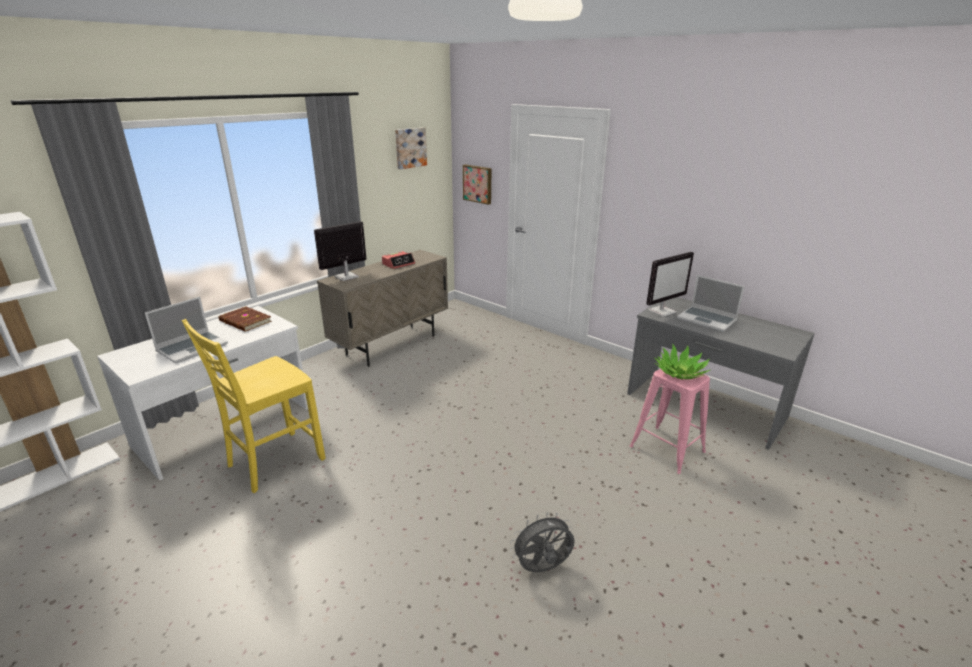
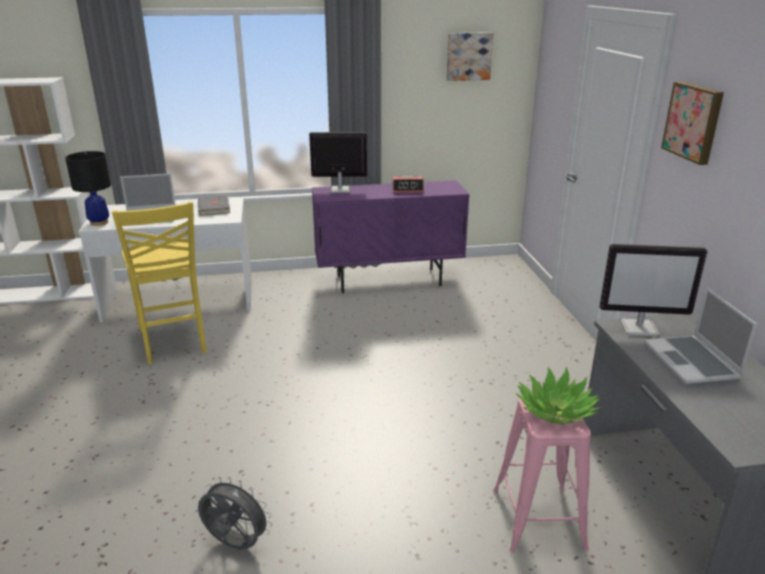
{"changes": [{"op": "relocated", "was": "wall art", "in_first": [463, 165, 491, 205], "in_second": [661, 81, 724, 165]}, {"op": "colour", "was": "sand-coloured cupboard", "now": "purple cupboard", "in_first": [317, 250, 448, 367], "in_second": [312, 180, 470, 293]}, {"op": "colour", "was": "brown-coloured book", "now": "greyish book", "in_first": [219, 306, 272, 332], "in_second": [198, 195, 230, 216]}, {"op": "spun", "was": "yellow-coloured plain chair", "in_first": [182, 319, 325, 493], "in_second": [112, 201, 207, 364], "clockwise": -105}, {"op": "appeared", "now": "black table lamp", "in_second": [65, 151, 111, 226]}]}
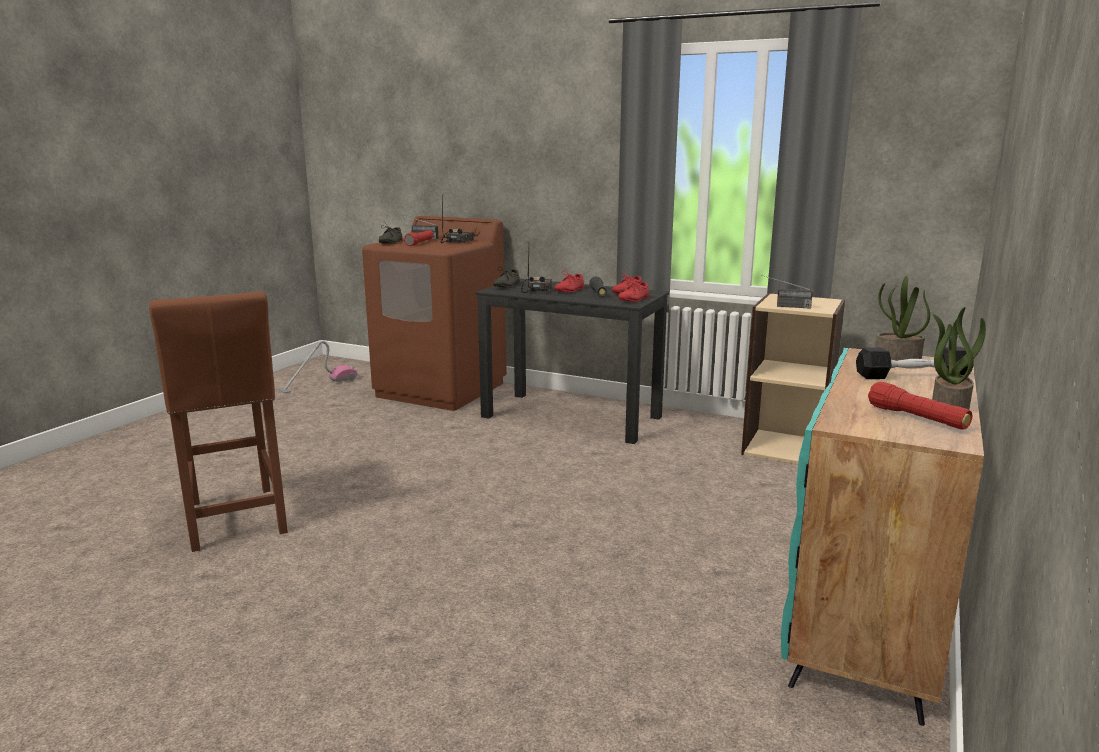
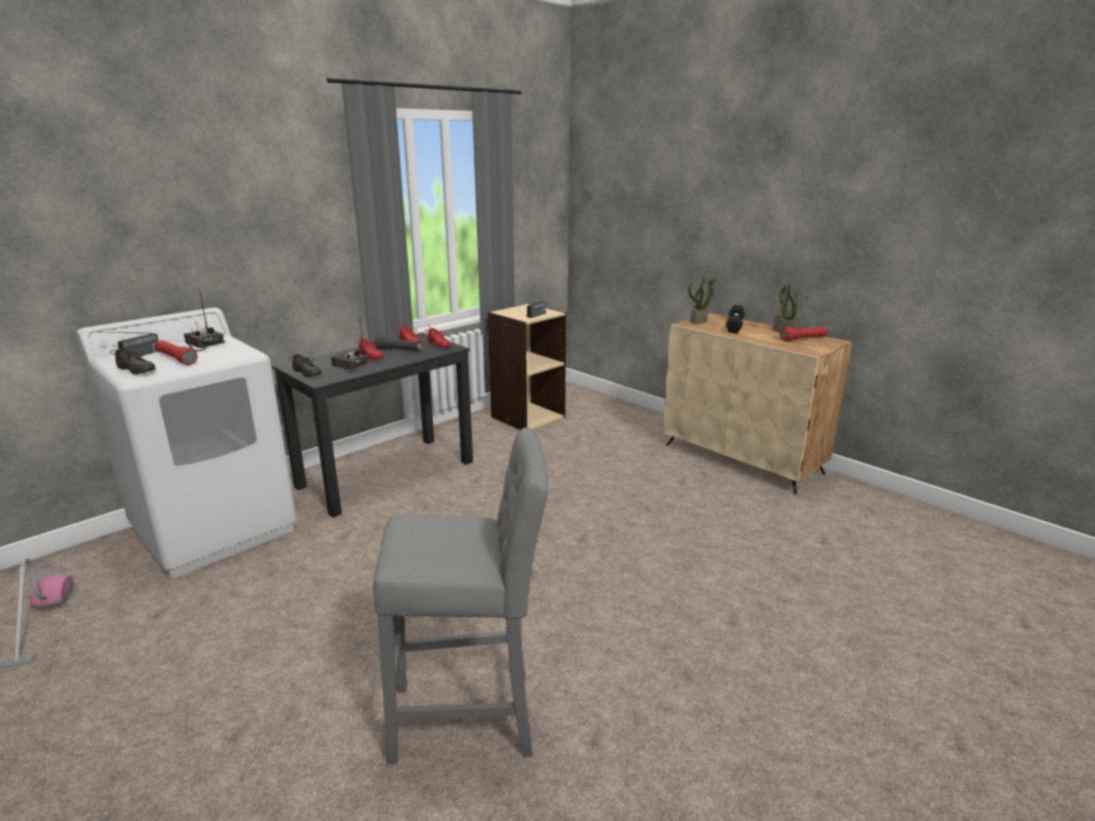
{"changes": [{"op": "colour", "was": "brown-coloured laundry appliance", "now": "whitish laundry appliance", "in_first": [362, 216, 507, 411], "in_second": [76, 308, 296, 578]}, {"op": "colour", "was": "brown-coloured stool", "now": "greyish stool", "in_first": [149, 291, 288, 552], "in_second": [373, 427, 548, 764]}, {"op": "colour", "was": "turquoise-coloured cupboard", "now": "sand-coloured cupboard", "in_first": [781, 348, 984, 726], "in_second": [663, 313, 852, 495]}]}
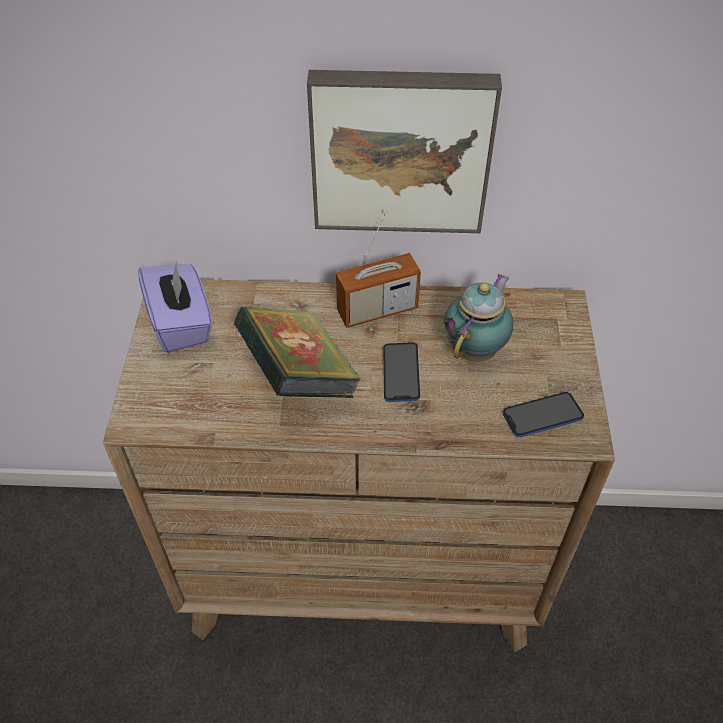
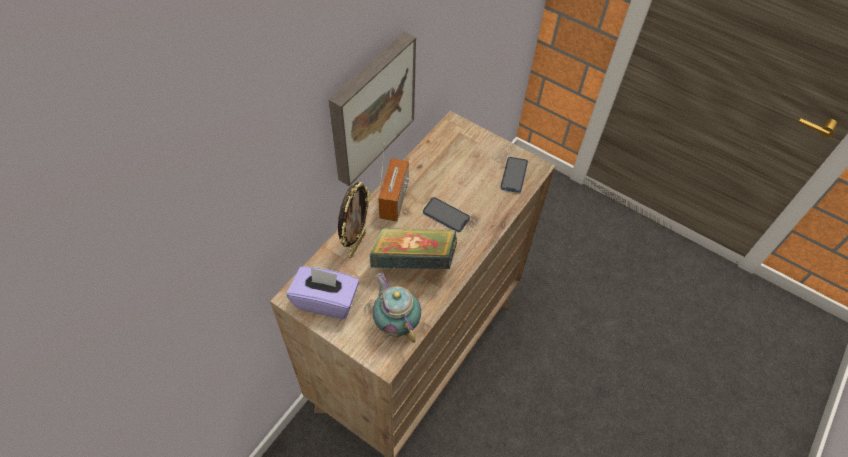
{"changes": [{"op": "relocated", "was": "pot for tea", "in_first": [444, 274, 513, 362], "in_second": [372, 273, 421, 343]}, {"op": "appeared", "now": "picture frame", "in_second": [338, 182, 370, 258]}]}
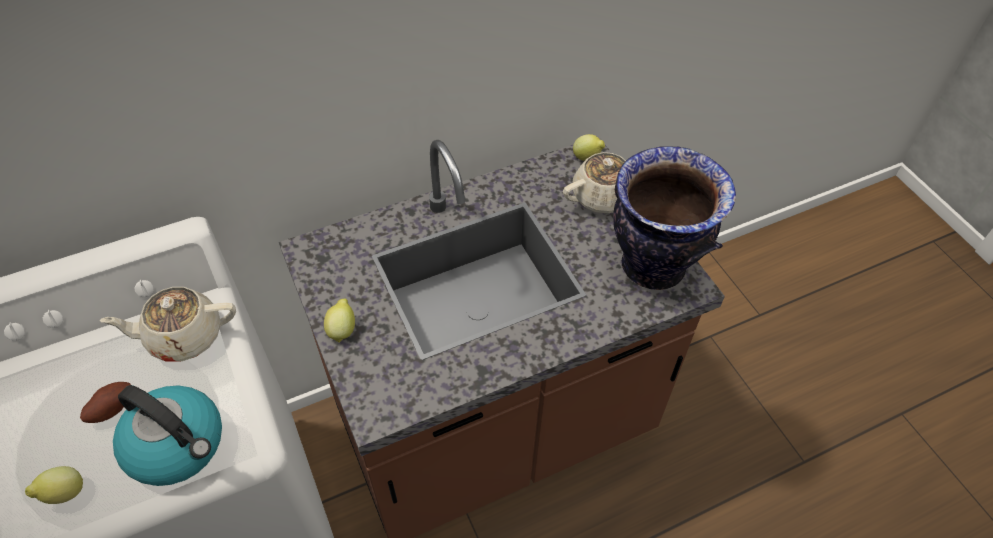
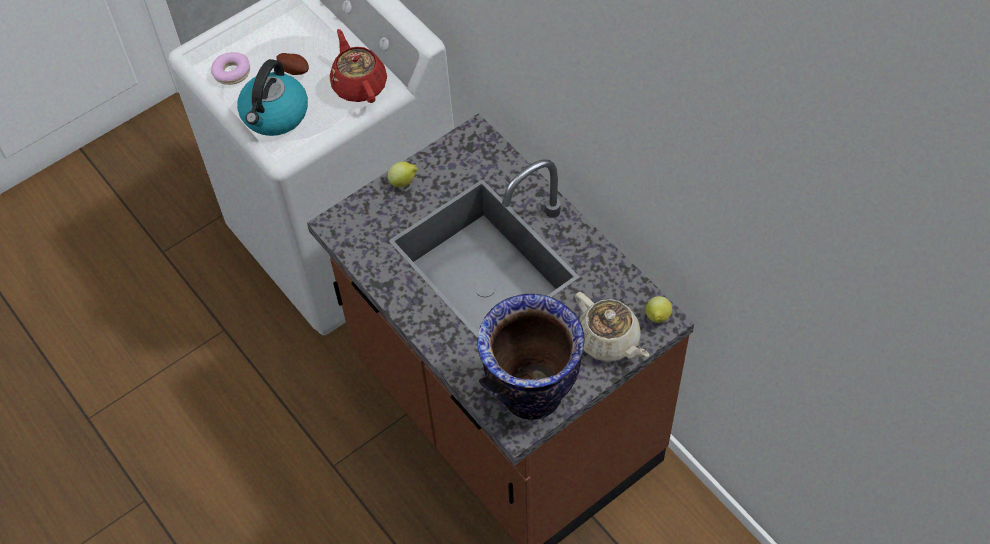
{"changes": [{"op": "colour", "was": "sand-coloured pot for tea", "now": "red-coloured pot for tea", "in_first": [100, 287, 236, 362], "in_second": [330, 29, 387, 103]}, {"op": "exchanged", "was": "whole lemon", "now": "ring doughnut", "in_first": [25, 466, 83, 504], "in_second": [211, 52, 250, 85]}]}
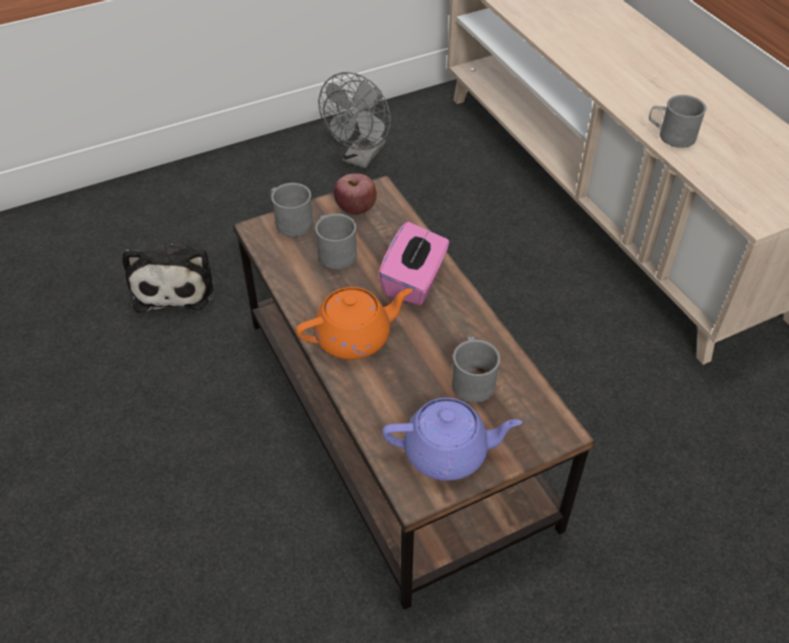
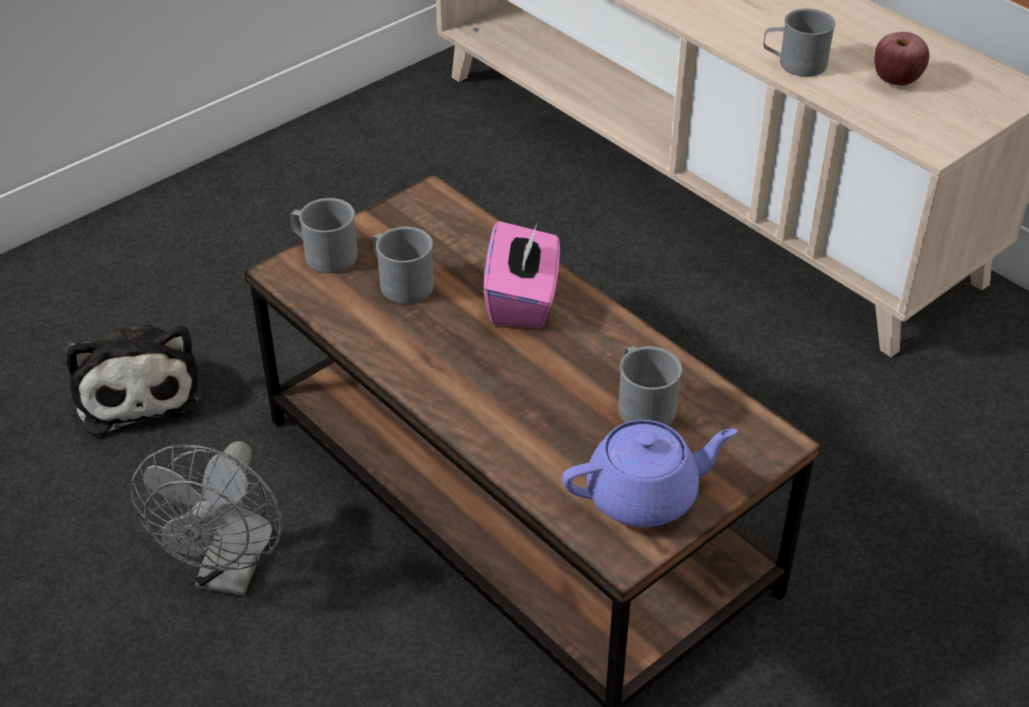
{"changes": [{"op": "relocated", "was": "greyish cooling fan", "in_first": [318, 72, 391, 168], "in_second": [131, 441, 282, 596]}, {"op": "relocated", "was": "apple", "in_first": [334, 174, 377, 214], "in_second": [874, 32, 929, 86]}, {"op": "missing", "was": "orangey pot for tea", "in_first": [296, 287, 413, 360]}]}
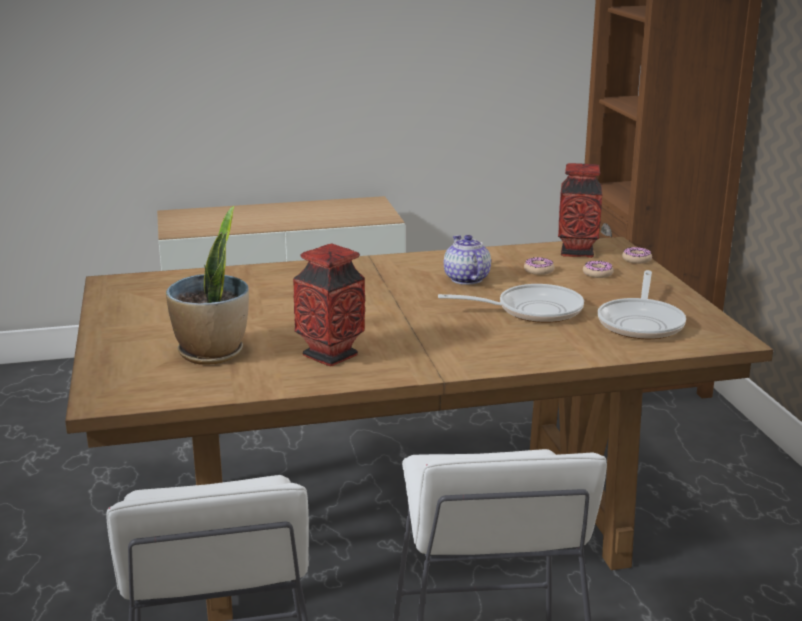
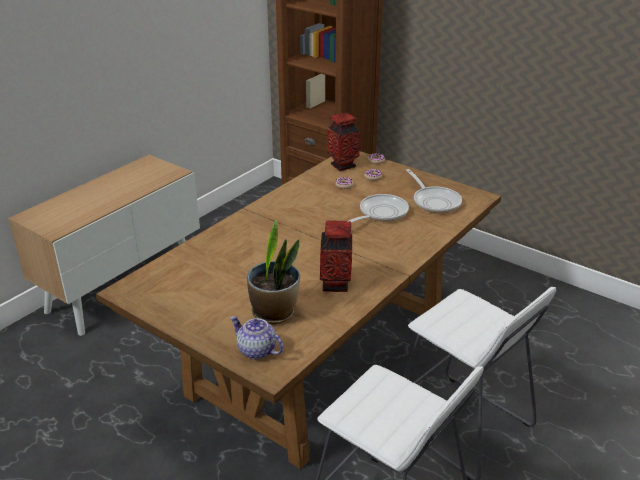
{"changes": [{"op": "relocated", "was": "pot for tea", "in_first": [444, 235, 491, 285], "in_second": [230, 316, 284, 359]}]}
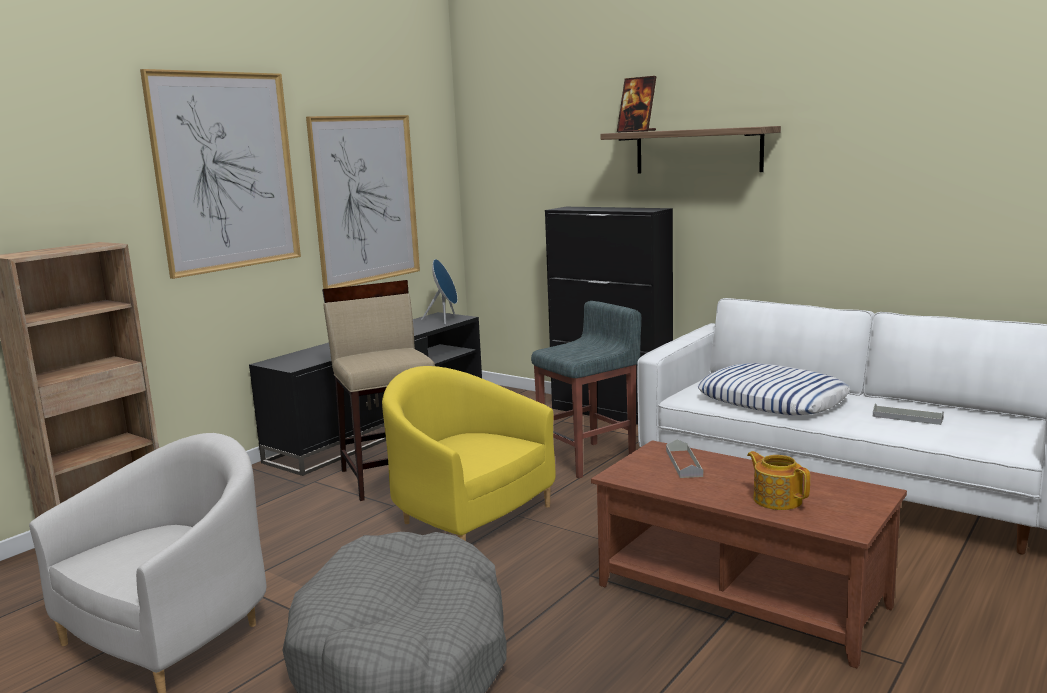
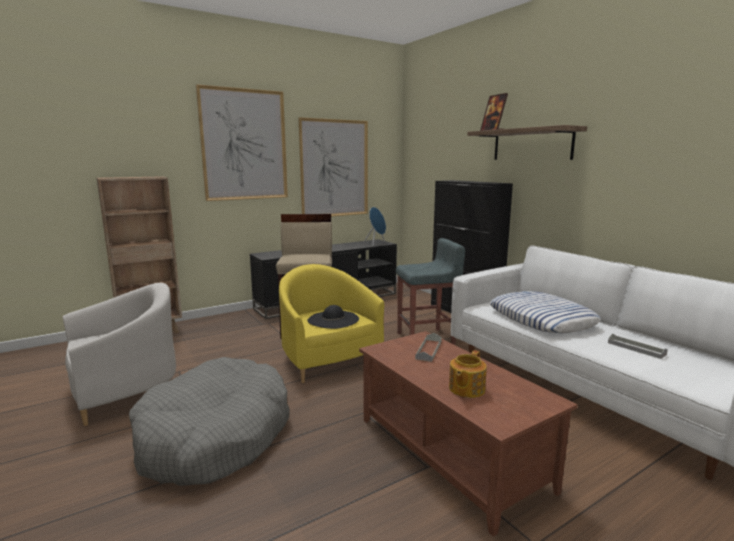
{"changes": [{"op": "spun", "was": "pot for tea", "in_first": [747, 451, 810, 510], "in_second": [449, 350, 487, 398], "clockwise": -135}, {"op": "appeared", "now": "black wearable hat", "in_second": [307, 305, 359, 329]}]}
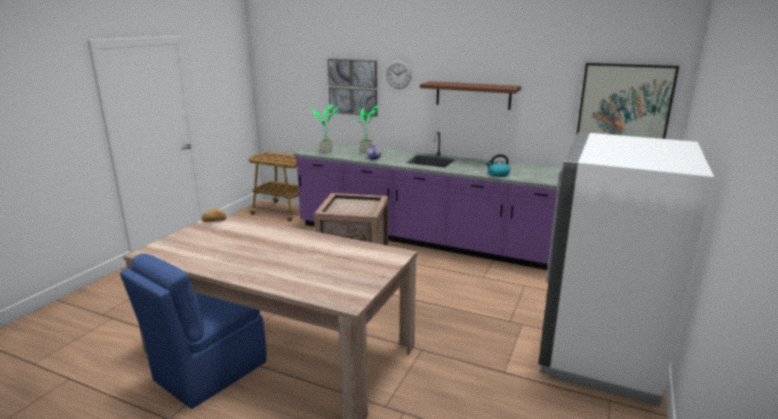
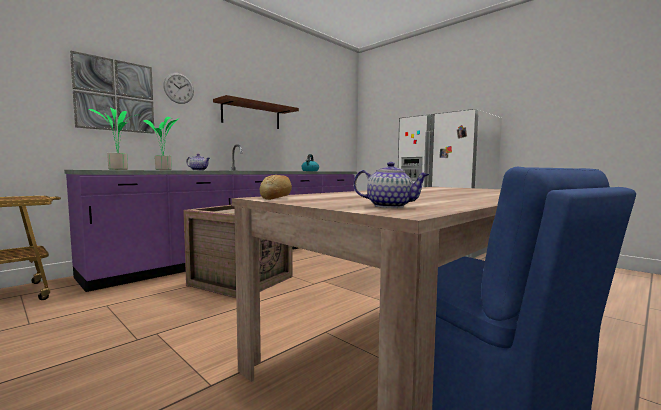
{"changes": [{"op": "missing", "was": "wall art", "in_first": [576, 63, 679, 139]}, {"op": "appeared", "now": "pot for tea", "in_second": [353, 162, 430, 208]}]}
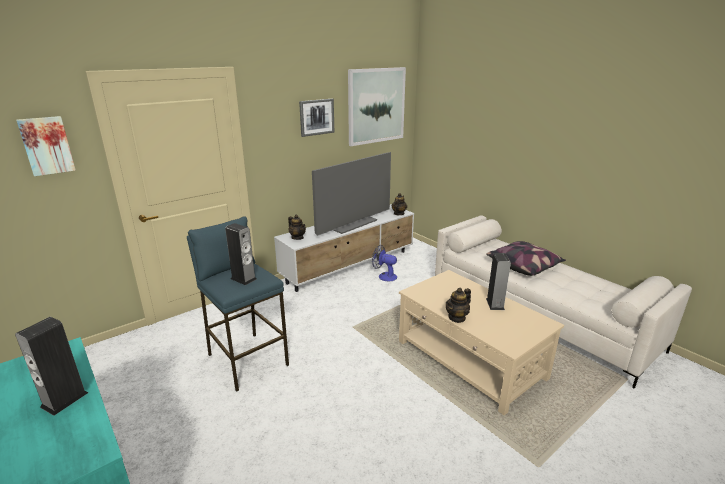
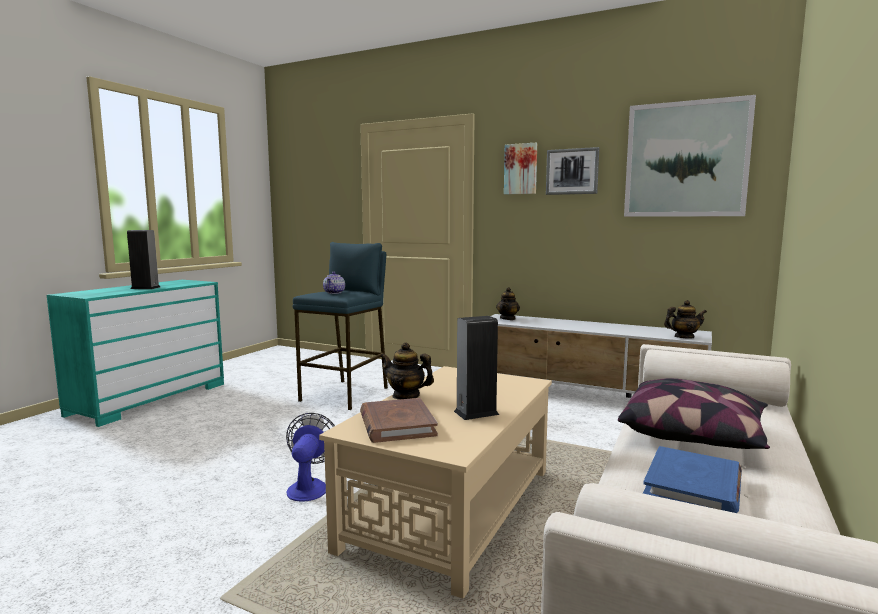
{"changes": [{"op": "relocated", "was": "wall art", "in_first": [16, 116, 76, 176], "in_second": [504, 143, 537, 194]}, {"op": "missing", "was": "TV set", "in_first": [312, 152, 391, 236]}, {"op": "exchanged", "was": "loudspeaker", "now": "pot for tea", "in_first": [225, 223, 257, 285], "in_second": [323, 272, 345, 294]}, {"op": "relocated", "was": "cooling fan", "in_first": [372, 245, 397, 281], "in_second": [286, 413, 335, 502]}, {"op": "appeared", "now": "brown-coloured book", "in_second": [360, 398, 438, 443]}, {"op": "appeared", "now": "bluish book", "in_second": [643, 446, 742, 513]}]}
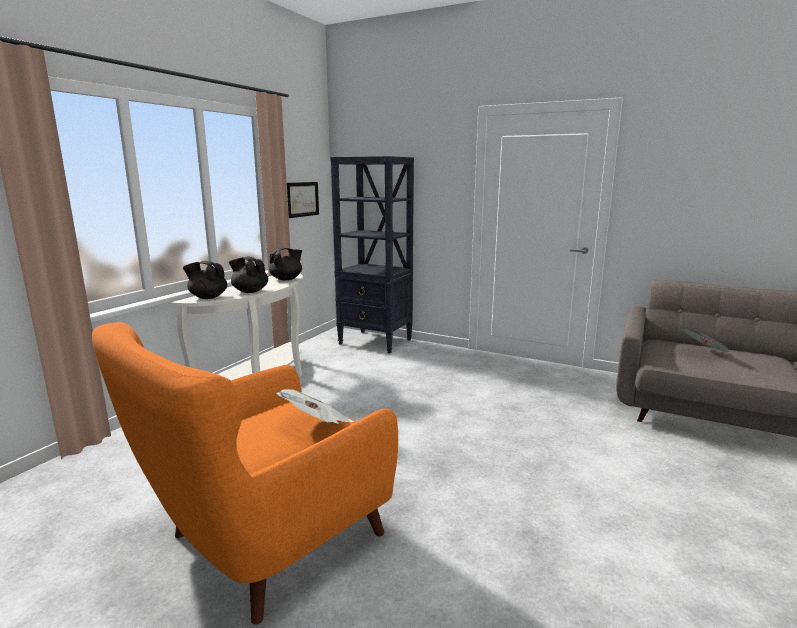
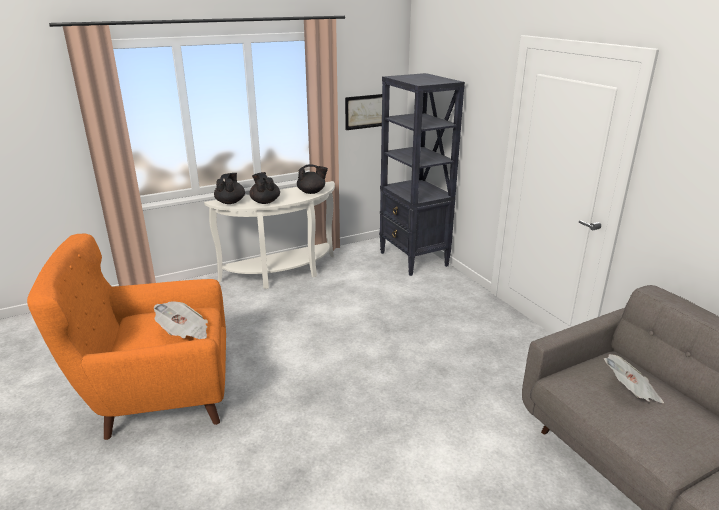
{"changes": [{"op": "spun", "was": "black pot for tea", "in_first": [183, 261, 227, 299], "in_second": [214, 173, 245, 204], "clockwise": 45}]}
